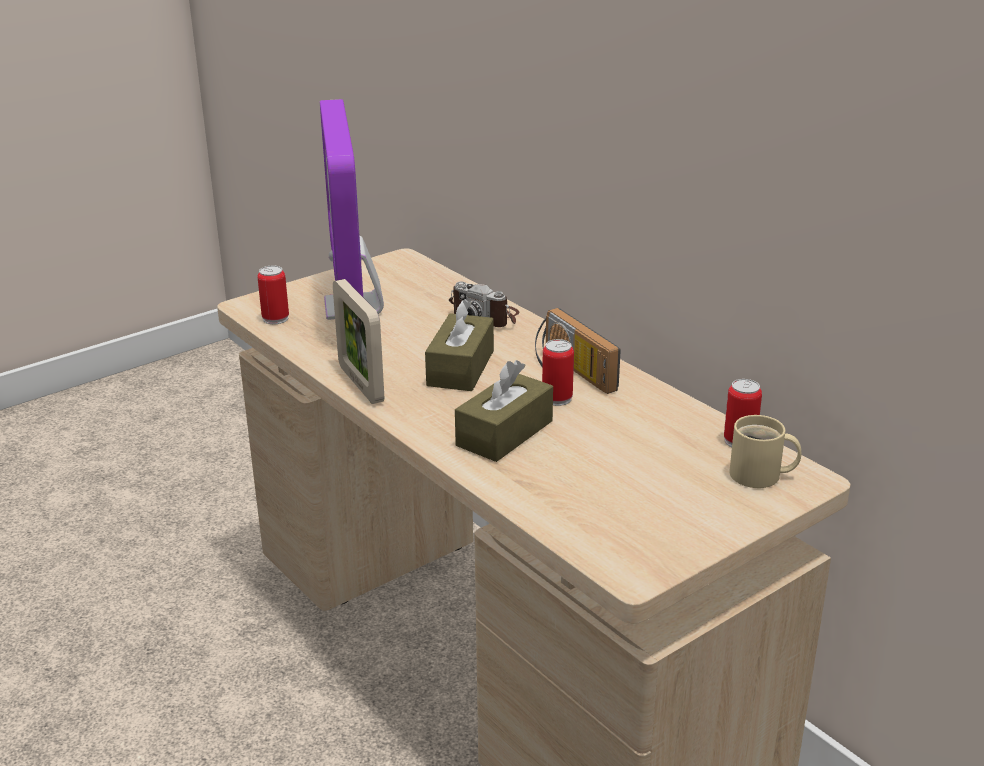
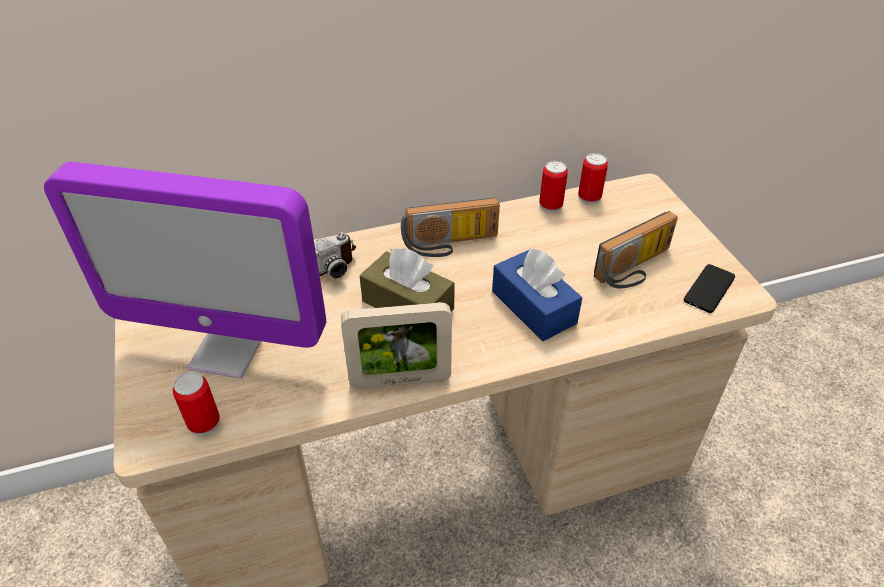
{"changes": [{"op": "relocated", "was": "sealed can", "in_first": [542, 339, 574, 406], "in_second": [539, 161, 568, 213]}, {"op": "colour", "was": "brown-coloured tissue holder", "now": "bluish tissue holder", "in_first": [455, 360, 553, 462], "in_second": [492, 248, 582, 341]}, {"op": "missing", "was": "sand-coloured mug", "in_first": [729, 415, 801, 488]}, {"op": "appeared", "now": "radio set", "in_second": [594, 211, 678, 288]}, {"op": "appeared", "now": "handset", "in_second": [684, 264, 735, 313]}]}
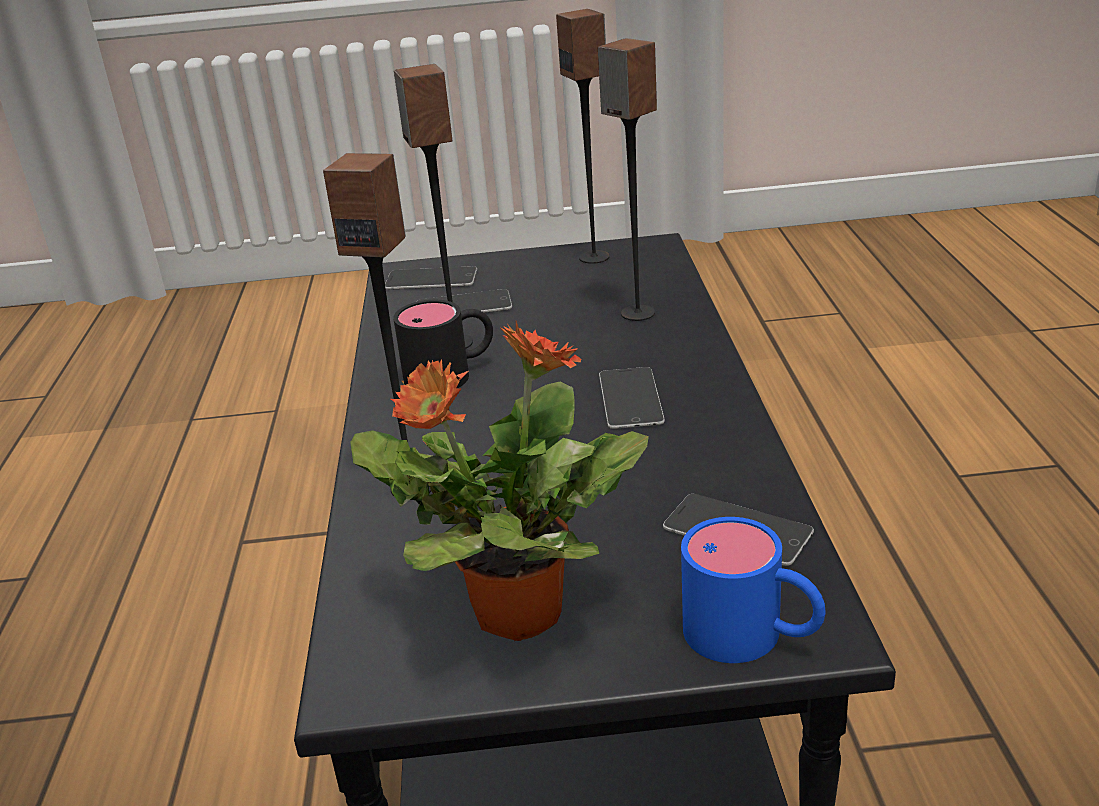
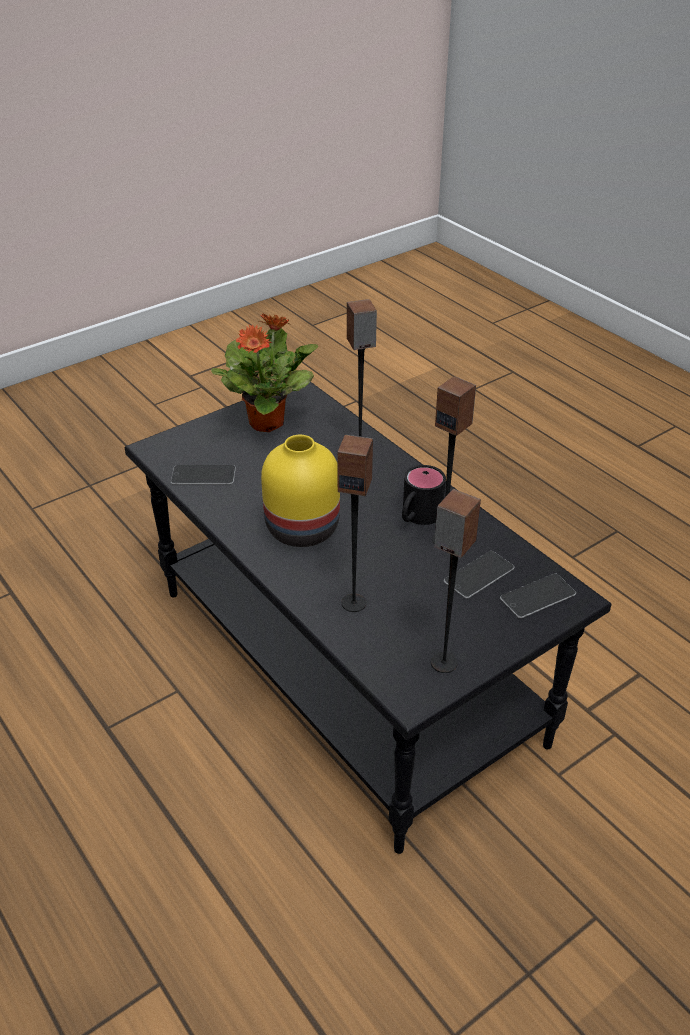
{"changes": [{"op": "exchanged", "was": "handset", "now": "yellow-coloured vase", "in_first": [599, 367, 665, 429], "in_second": [261, 435, 340, 547]}, {"op": "missing", "was": "bluish mug", "in_first": [681, 517, 826, 663]}]}
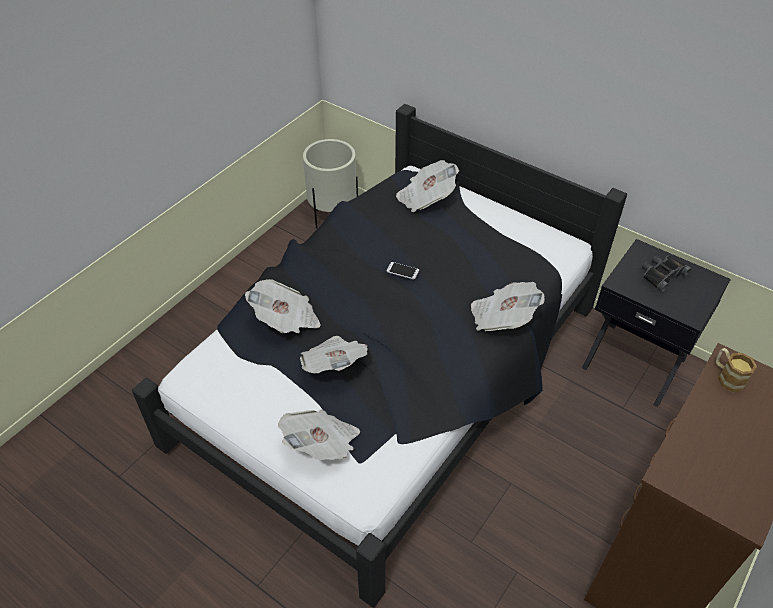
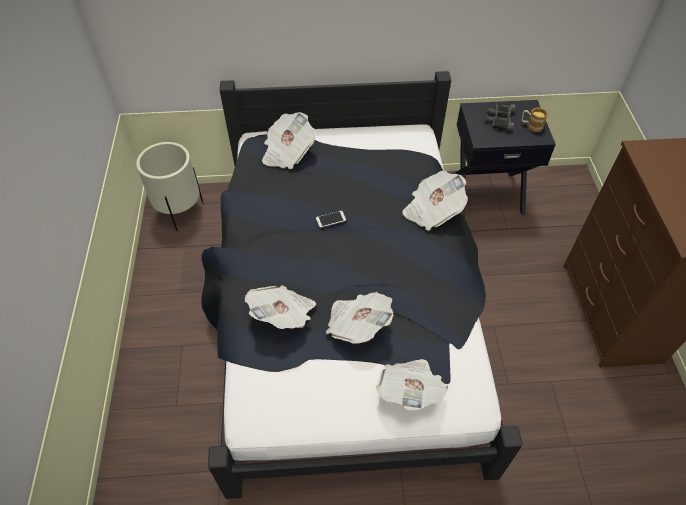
{"changes": [{"op": "relocated", "was": "mug", "in_first": [716, 348, 757, 392], "in_second": [521, 108, 548, 132]}]}
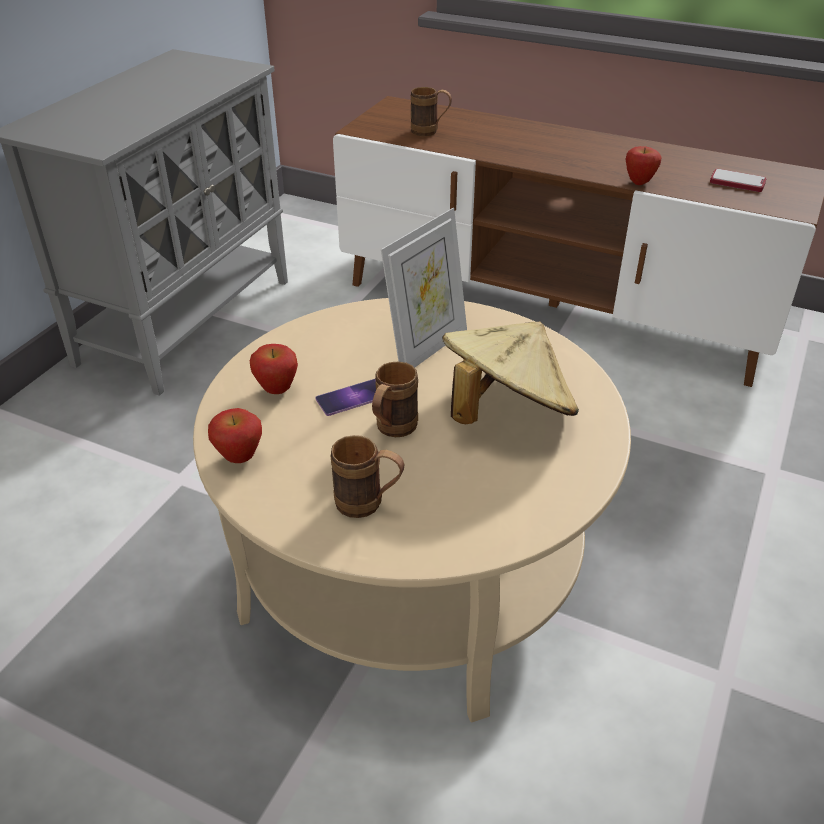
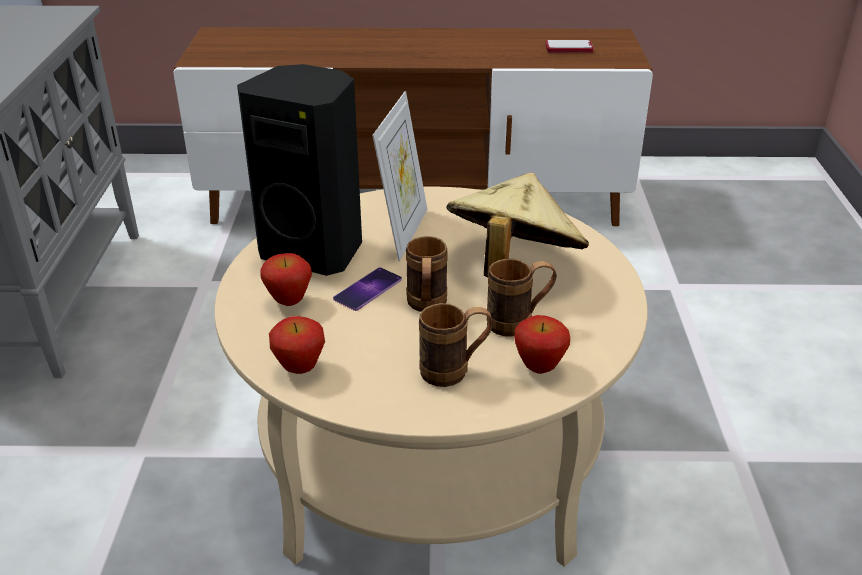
{"changes": [{"op": "relocated", "was": "brown-coloured mug", "in_first": [411, 87, 452, 136], "in_second": [487, 259, 557, 337]}, {"op": "relocated", "was": "apple", "in_first": [625, 146, 662, 185], "in_second": [514, 315, 570, 374]}, {"op": "appeared", "now": "black loudspeaker", "in_second": [237, 64, 362, 276]}]}
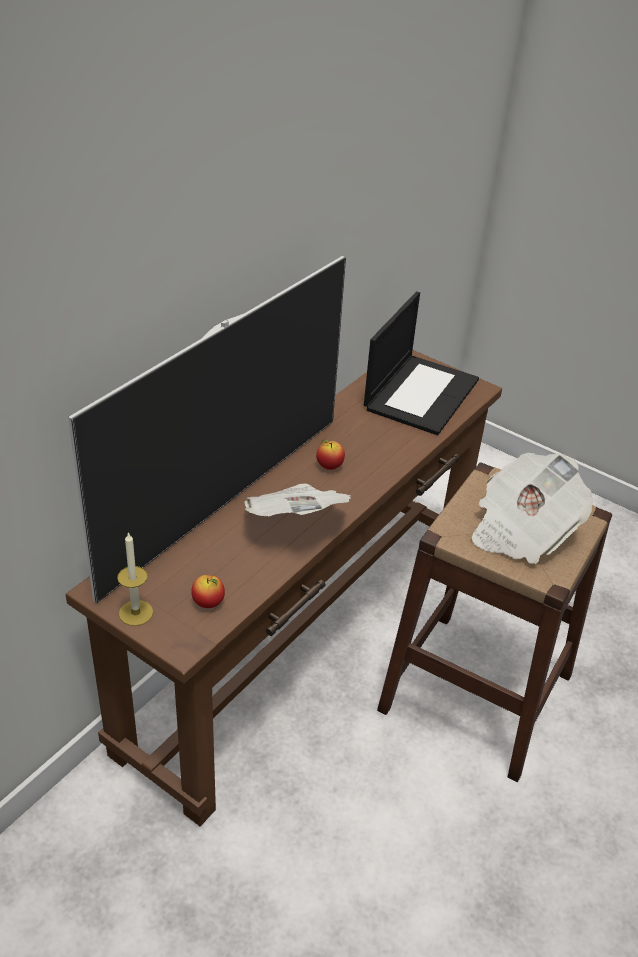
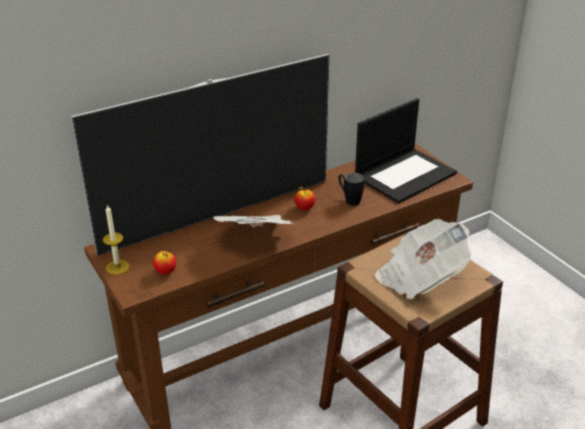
{"changes": [{"op": "appeared", "now": "black mug", "in_second": [338, 173, 364, 206]}]}
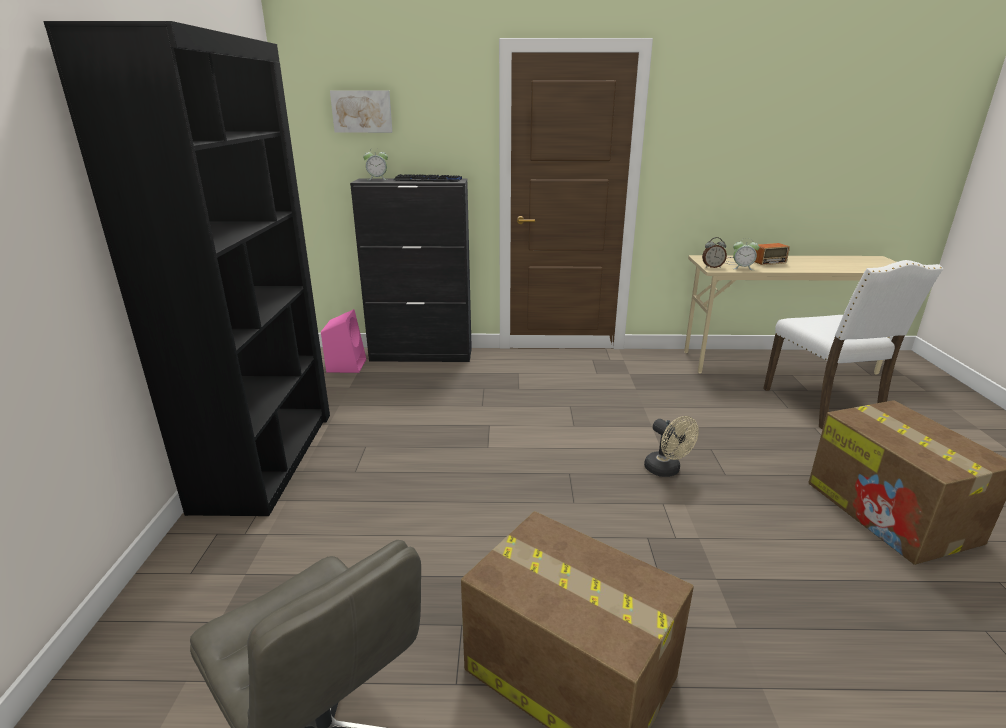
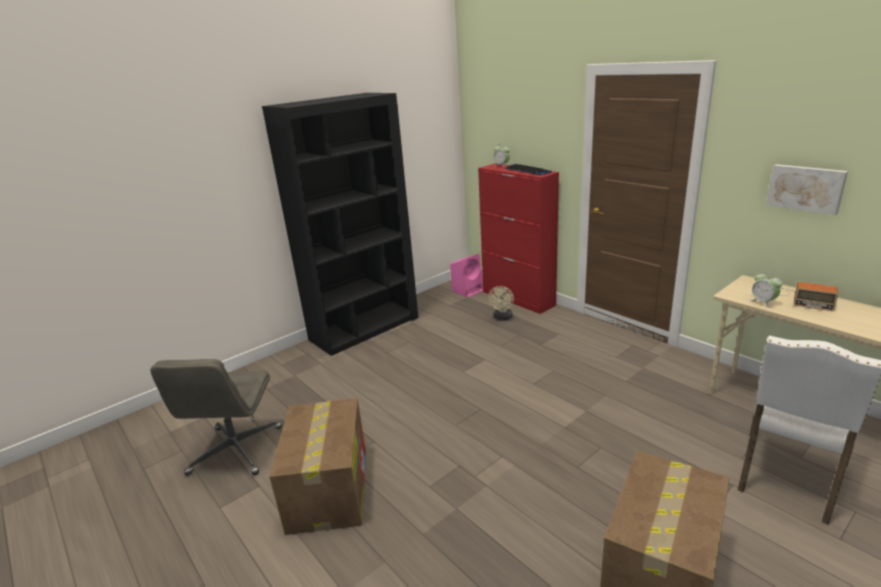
{"changes": [{"op": "relocated", "was": "wall art", "in_first": [330, 91, 392, 133], "in_second": [766, 164, 848, 215]}, {"op": "colour", "was": "black cupboard", "now": "red-coloured cupboard", "in_first": [350, 178, 472, 362], "in_second": [478, 163, 559, 314]}, {"op": "missing", "was": "alarm clock", "in_first": [702, 237, 727, 268]}, {"op": "relocated", "was": "sand-coloured cooling fan", "in_first": [644, 416, 699, 477], "in_second": [488, 286, 514, 320]}]}
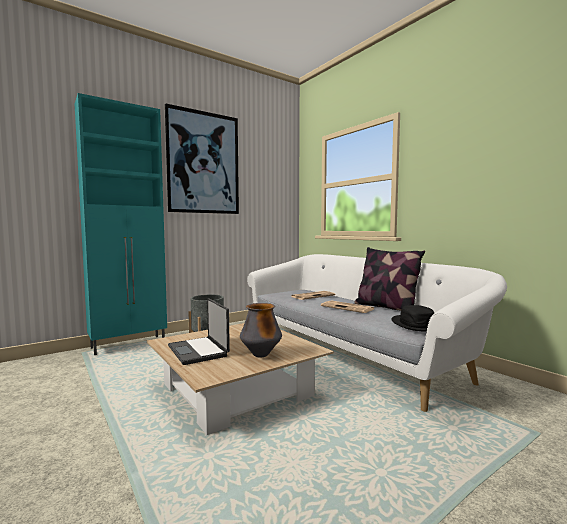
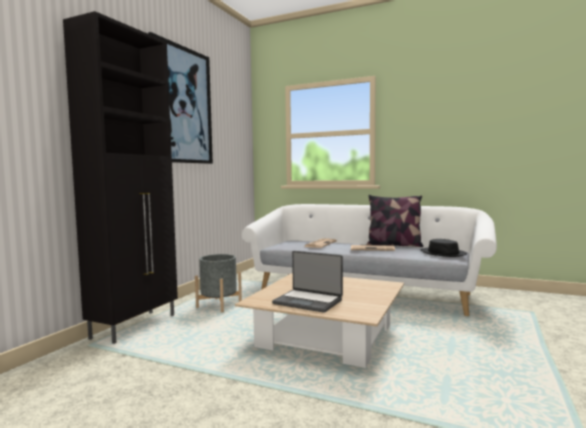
{"changes": [{"op": "colour", "was": "turquoise-coloured cupboard", "now": "black cupboard", "in_first": [75, 93, 167, 355], "in_second": [63, 11, 178, 344]}, {"op": "missing", "was": "vase", "in_first": [240, 303, 282, 357]}]}
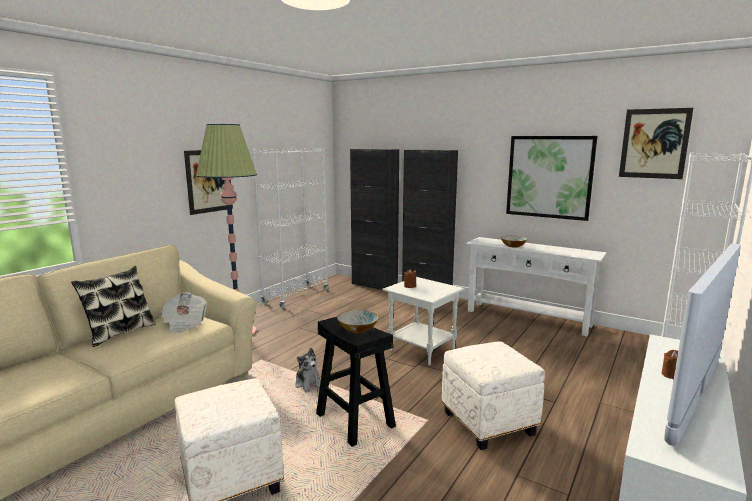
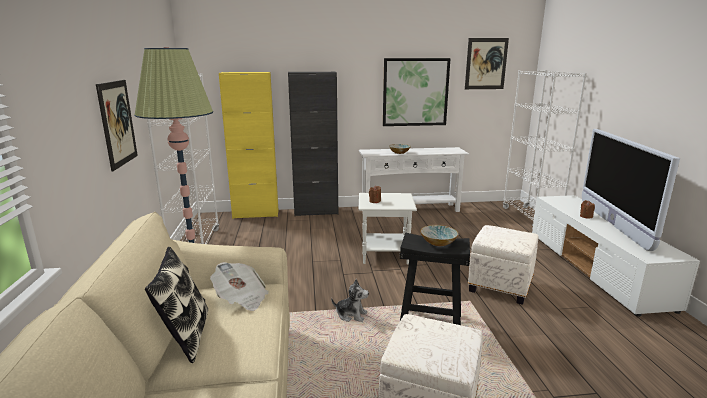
{"changes": [{"op": "colour", "was": "black cupboard", "now": "yellow-coloured cupboard", "in_first": [350, 149, 399, 290], "in_second": [219, 72, 278, 219]}]}
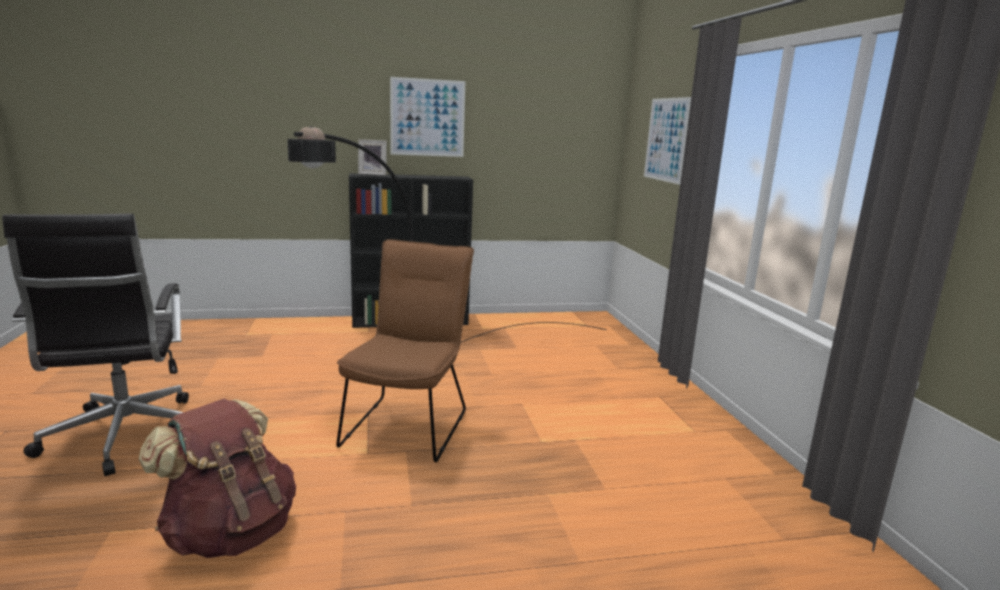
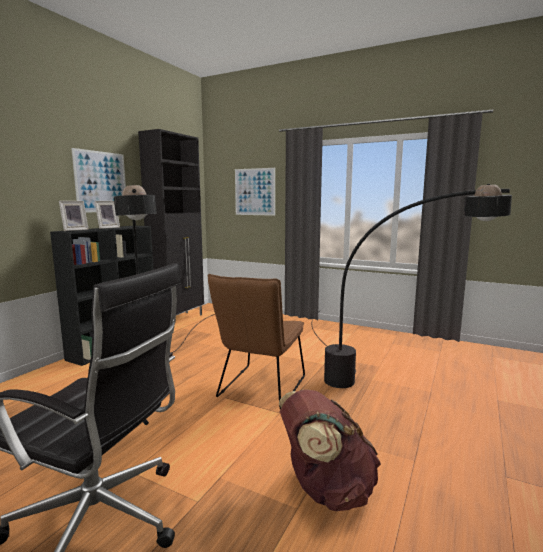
{"changes": [{"op": "spun", "was": "brown-coloured plain chair", "in_first": [336, 239, 474, 462], "in_second": [208, 274, 305, 410], "clockwise": -120}, {"op": "appeared", "now": "black cupboard", "in_second": [138, 129, 204, 315]}, {"op": "appeared", "now": "black standing lamp", "in_second": [312, 184, 512, 388]}, {"op": "appeared", "now": "picture frame", "in_second": [95, 201, 120, 229]}]}
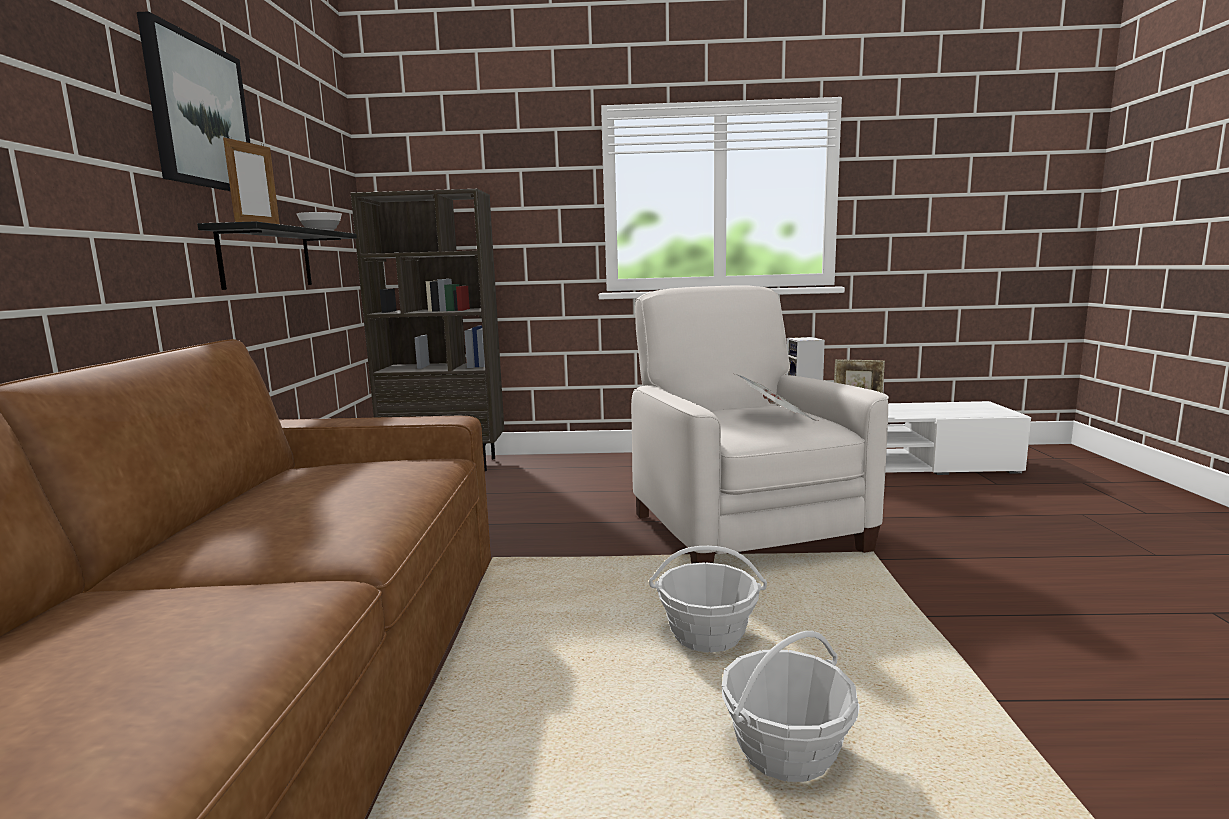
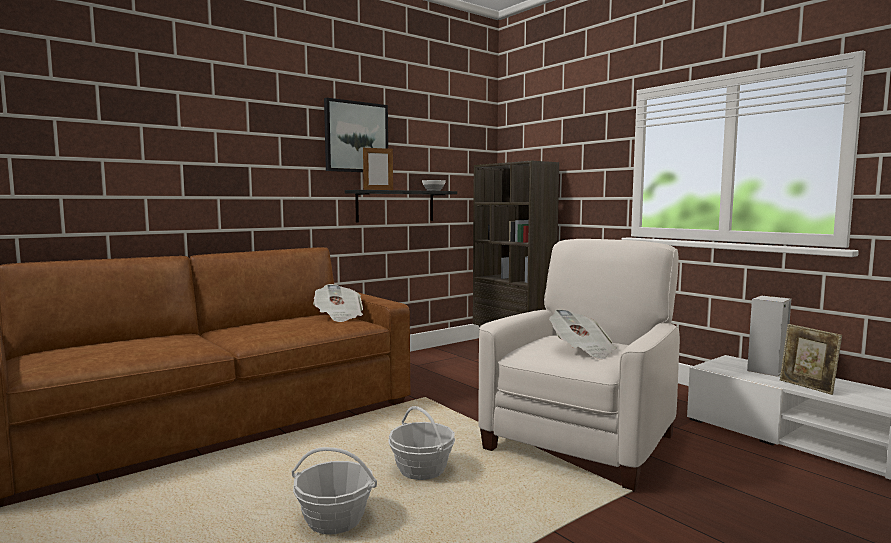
{"changes": [{"op": "appeared", "now": "printed paper", "in_second": [313, 284, 363, 322]}]}
